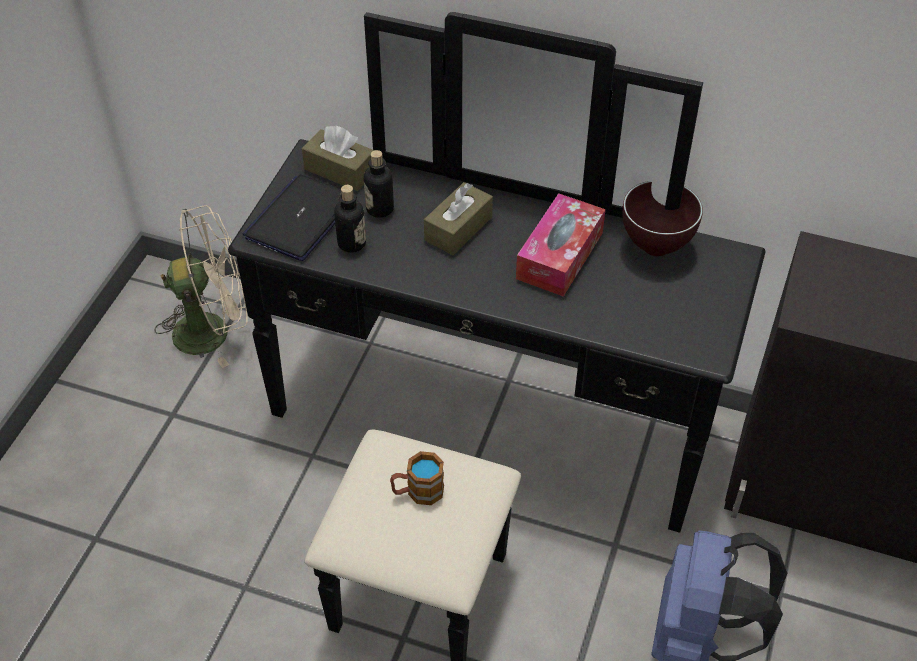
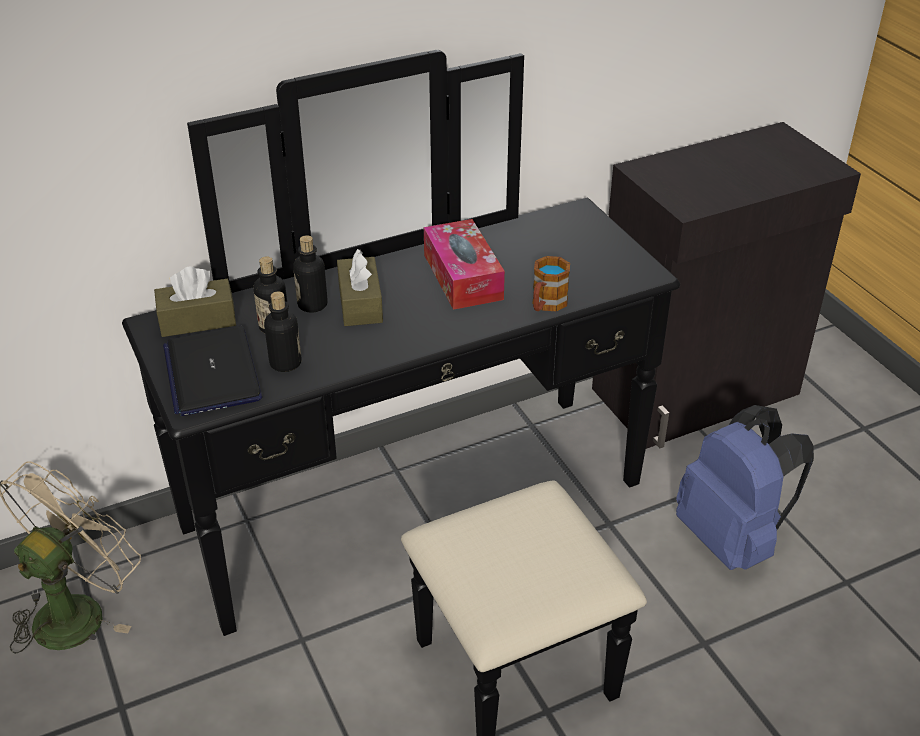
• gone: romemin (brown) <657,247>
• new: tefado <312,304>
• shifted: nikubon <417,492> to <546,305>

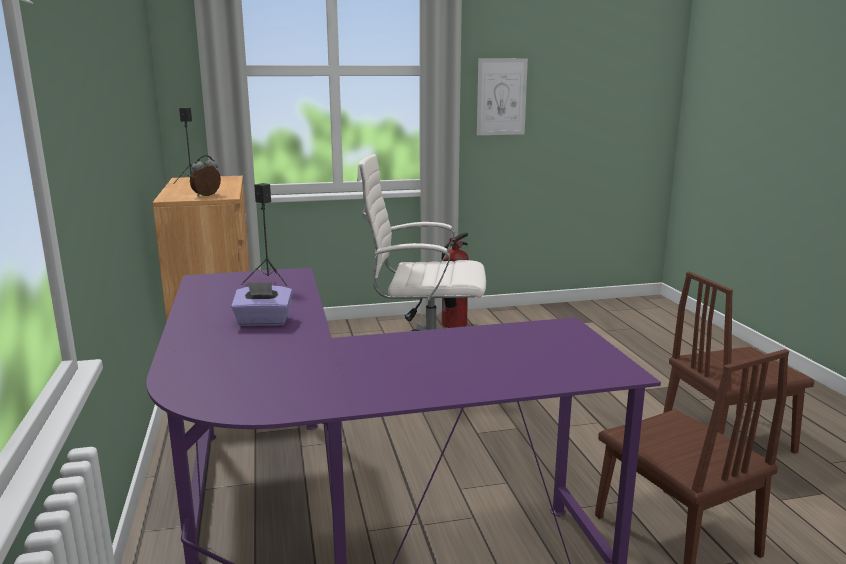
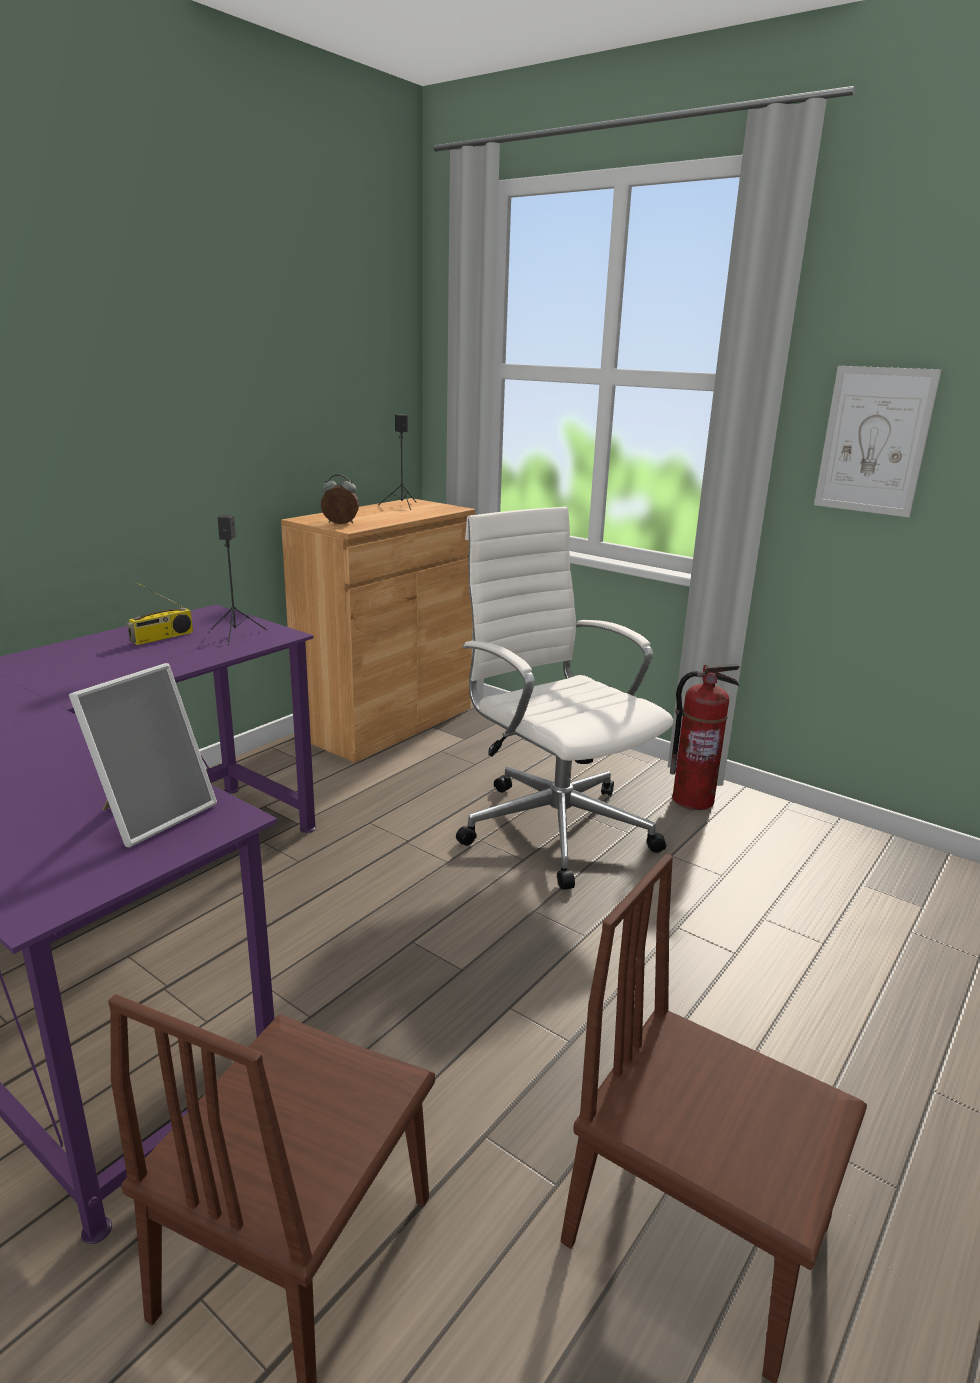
• gone: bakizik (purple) <263,322>
• new: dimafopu <152,814>
• new: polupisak <162,638>

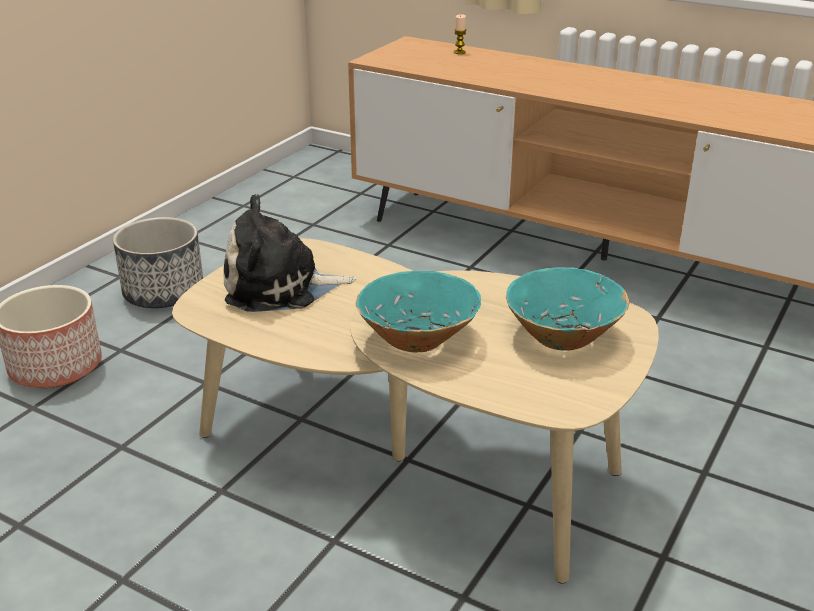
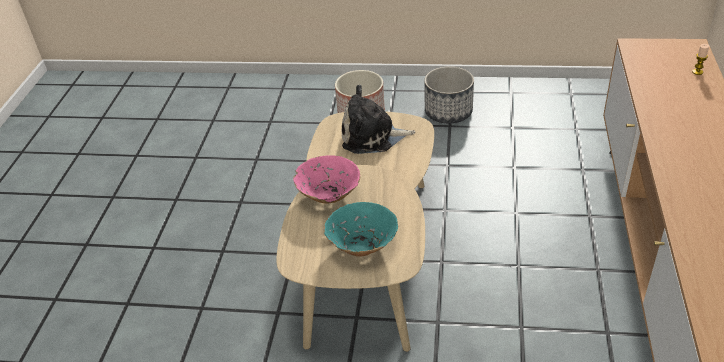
• repainted: romemin (turquoise) <417,339> to romemin (pink) <328,195>
• rotated: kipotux <280,287> = <372,136> 60 degrees counterclockwise

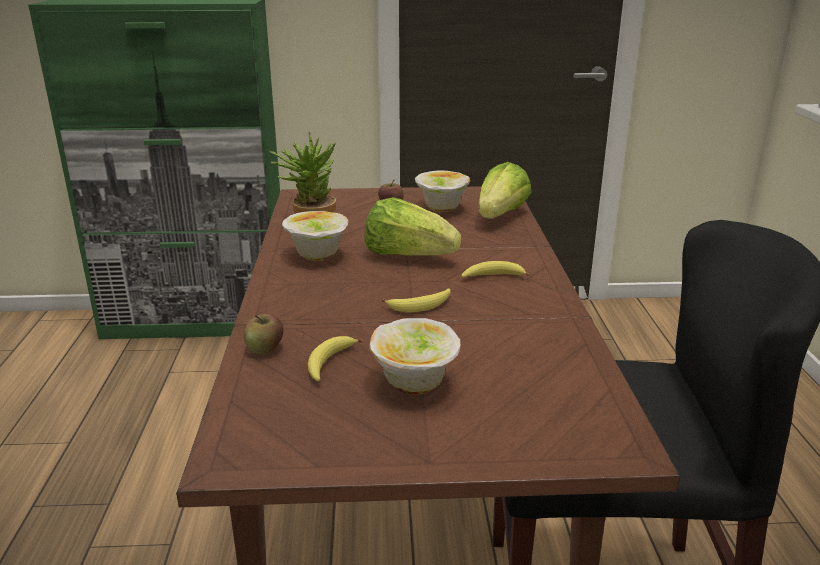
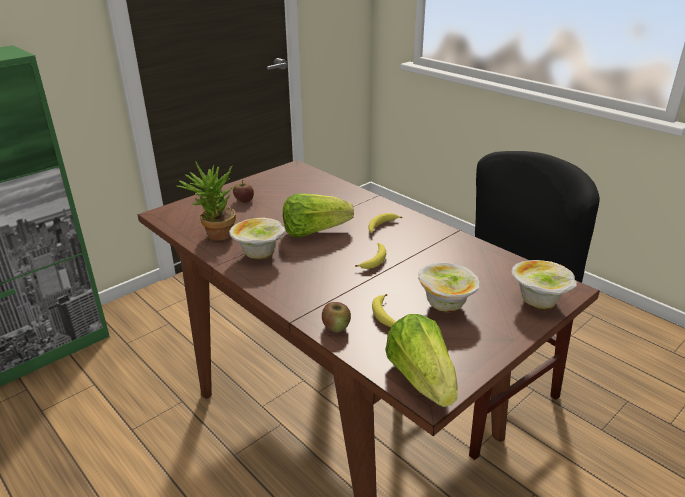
• shifted: romemin <441,209> to <538,303>
• shifted: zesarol <500,216> to <421,379>

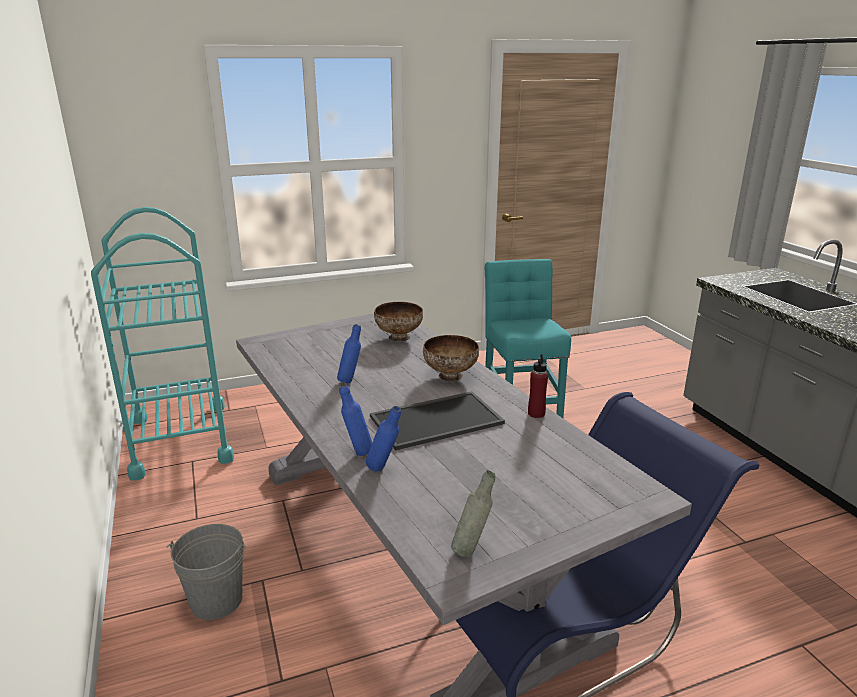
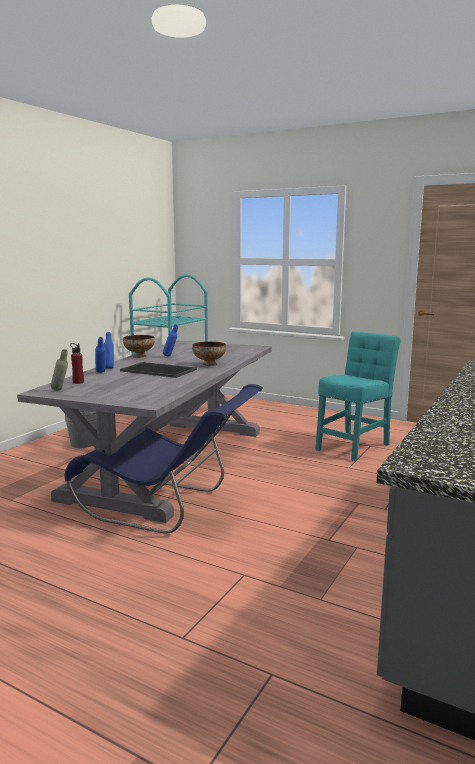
• shifted: romemin <398,337> to <139,356>
• shifted: tefado (red) <536,413> to <78,382>

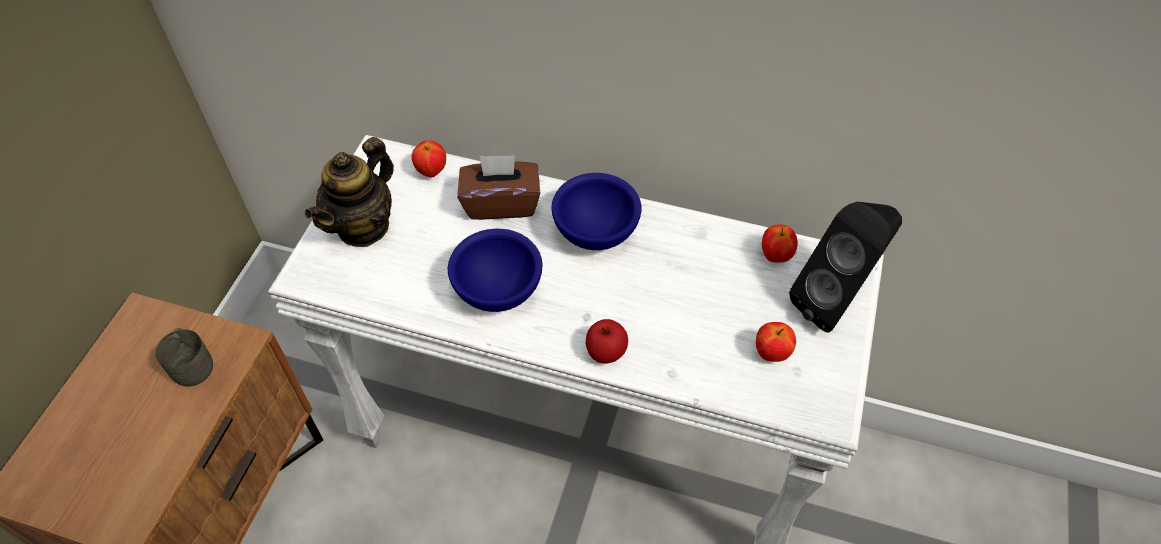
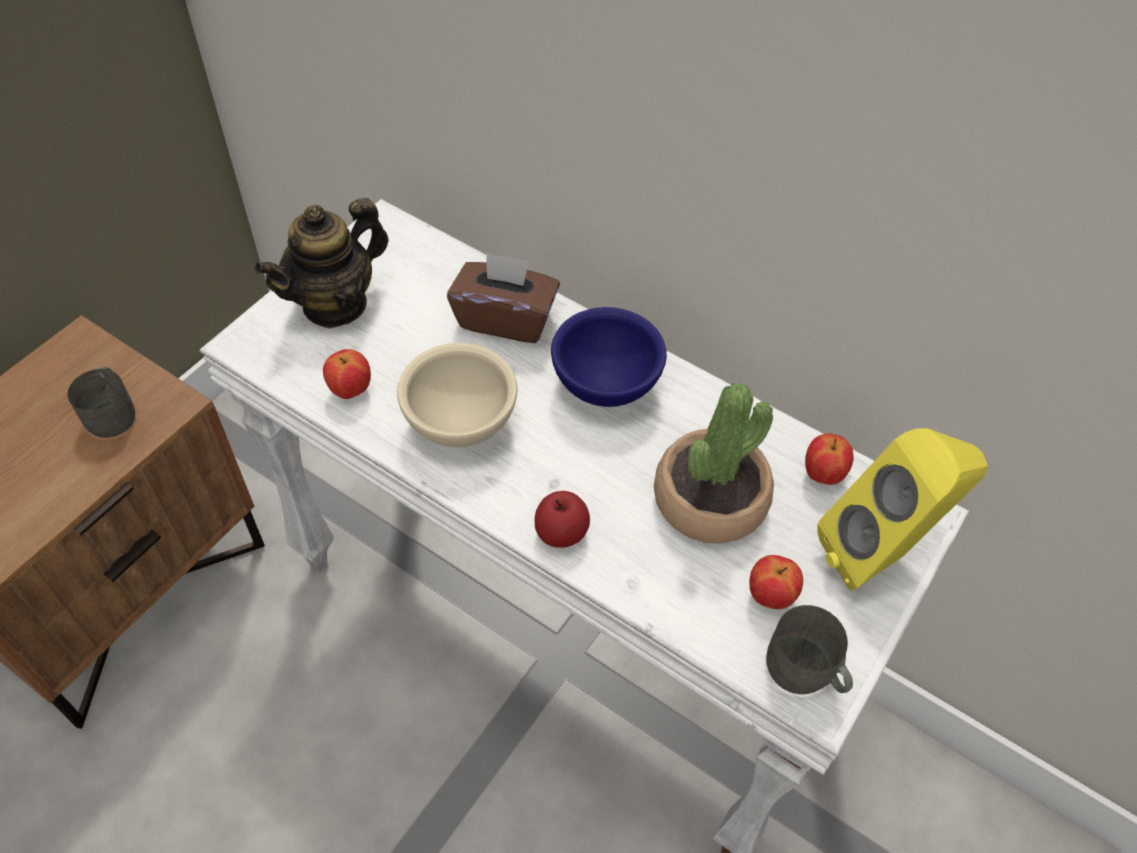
• new: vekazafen <710,500>
• new: nikubon (grey) <805,672>
• shifted: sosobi <431,171> to <350,390>
• repainted: romemin (blue) <497,290> to romemin (beige) <459,420>
• repainted: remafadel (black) <834,302> to remafadel (yellow) <878,554>

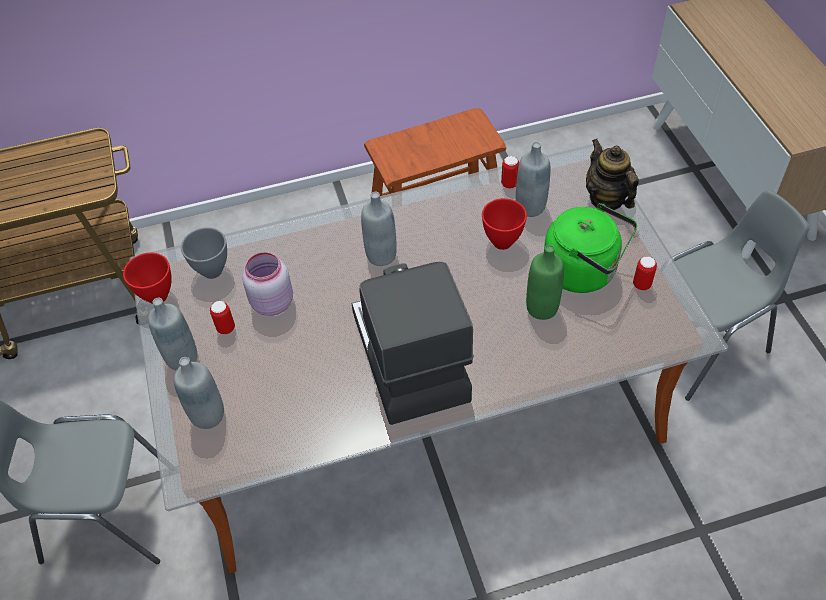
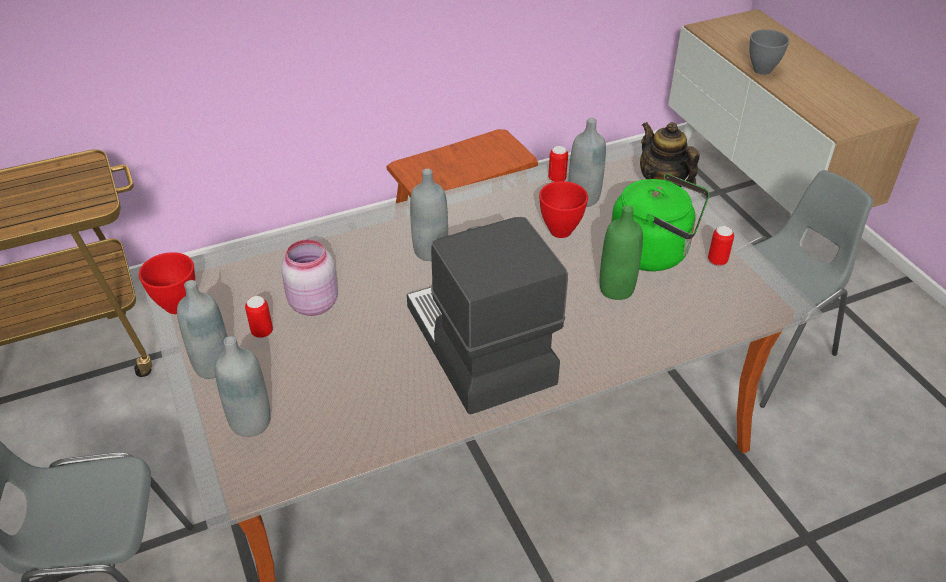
• shifted: romemin (grey) <212,270> to <761,70>

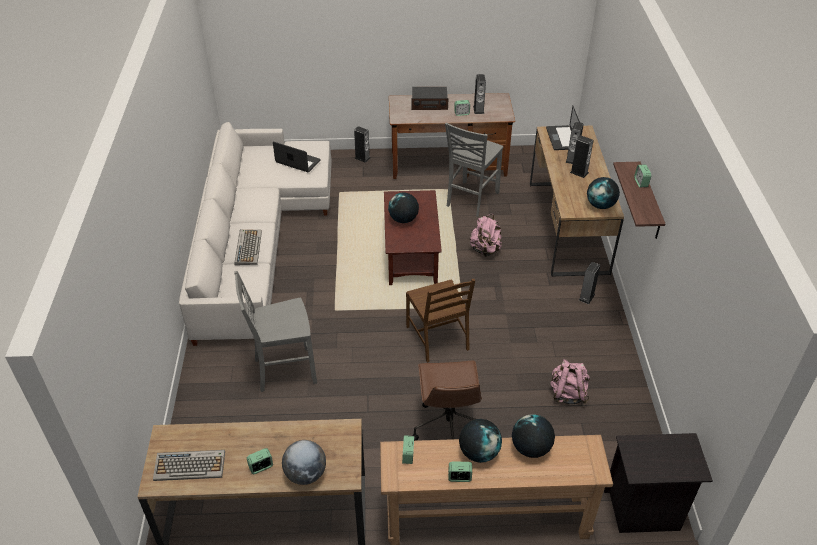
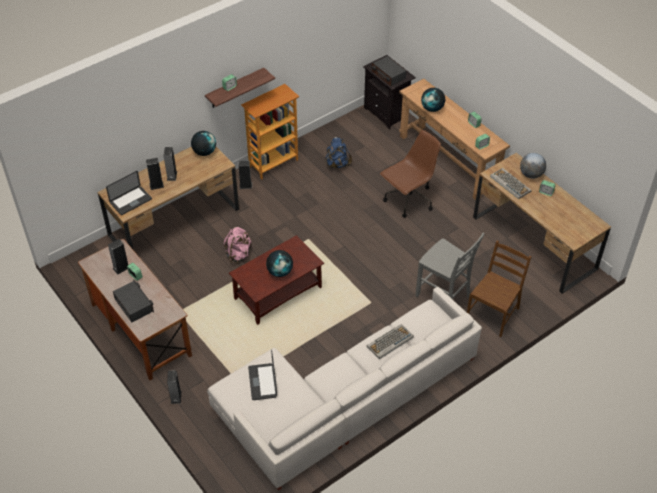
• gone: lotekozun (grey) <471,199>
• gone: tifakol <479,452>
• new: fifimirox <273,163>
• new: polupisak <388,75>
• shifted: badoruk <190,465> to <510,184>
• shifted: lotekozun (brown) <438,338> to <493,313>
• repainted: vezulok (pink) <567,393> to vezulok (blue) <337,164>

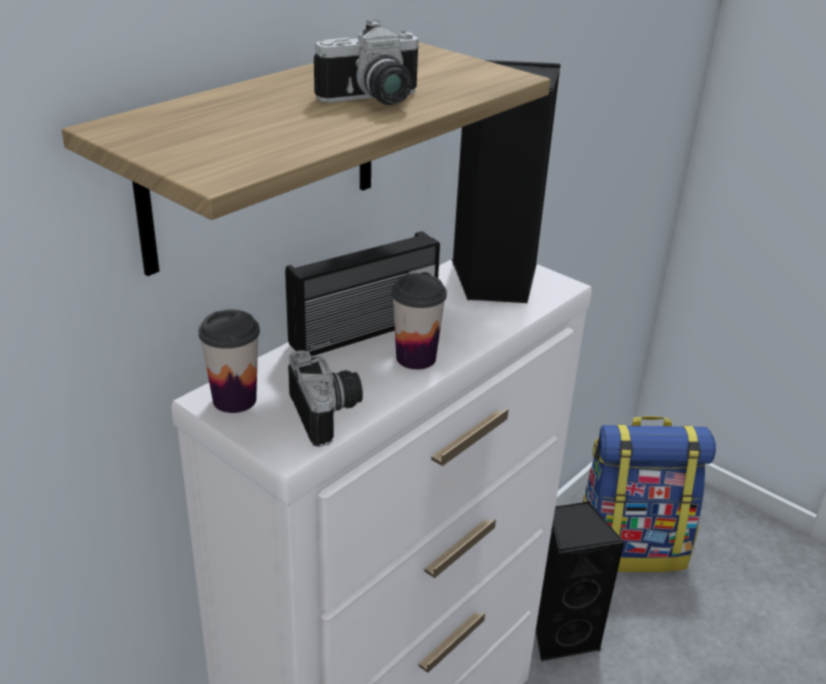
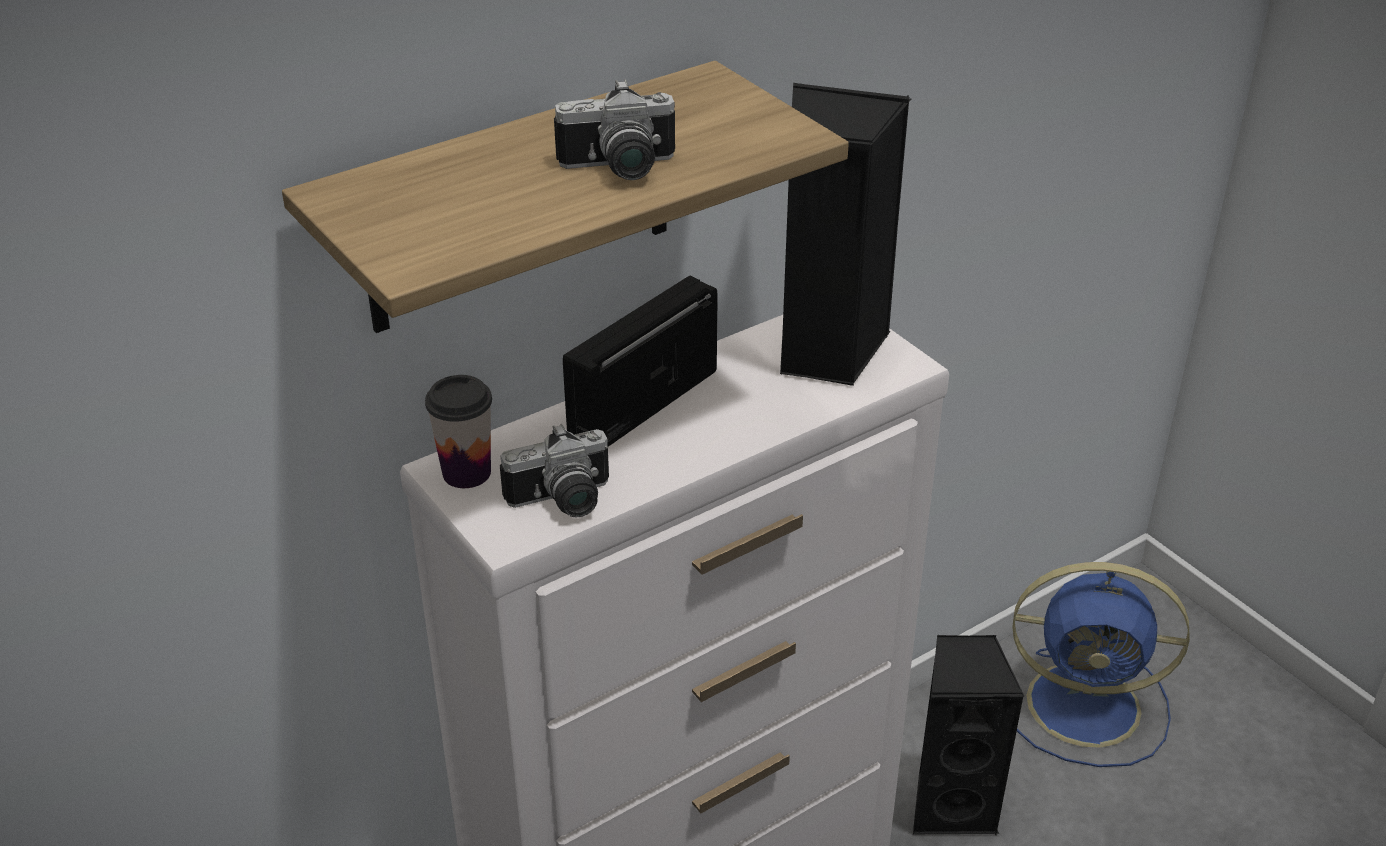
• gone: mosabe <416,358>
• swapped: vezulok <631,547> to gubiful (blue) <1089,705>
• rotated: polupisak <365,332> = <641,404> 150 degrees clockwise
• rotated: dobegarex <329,414> = <563,502> 75 degrees clockwise

